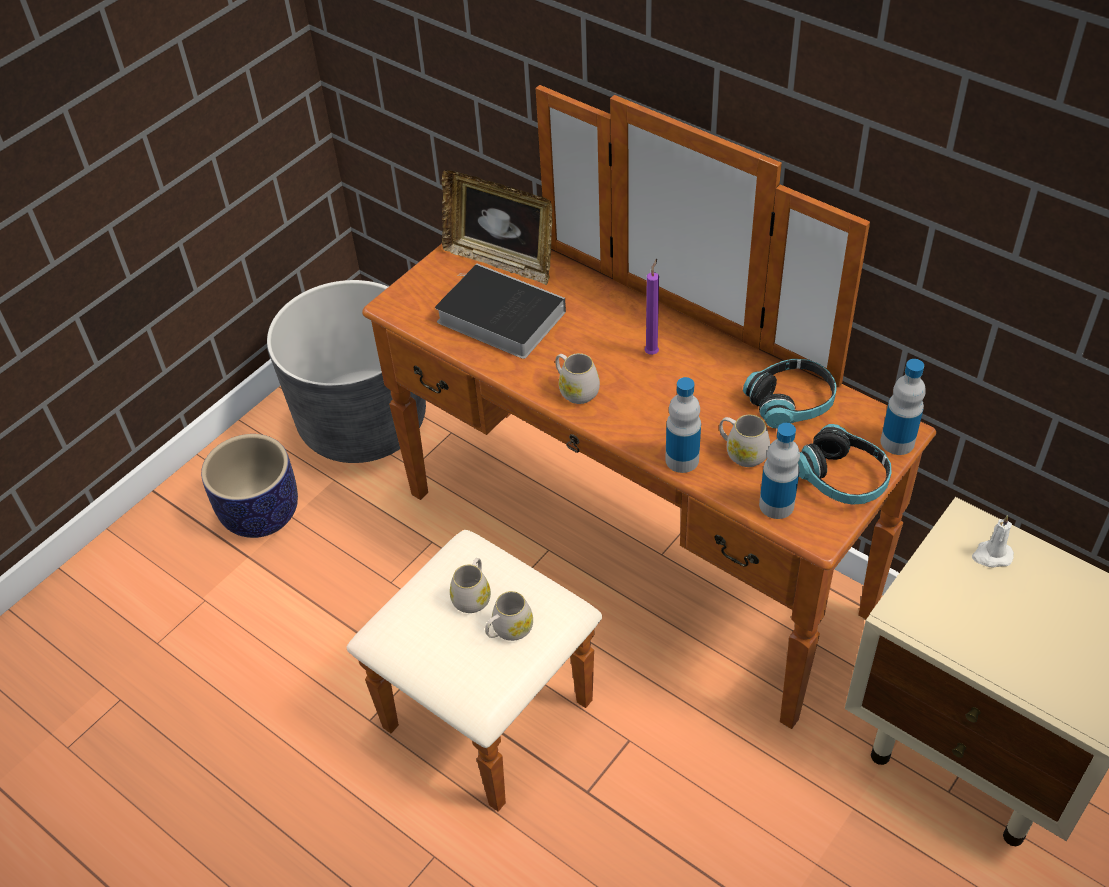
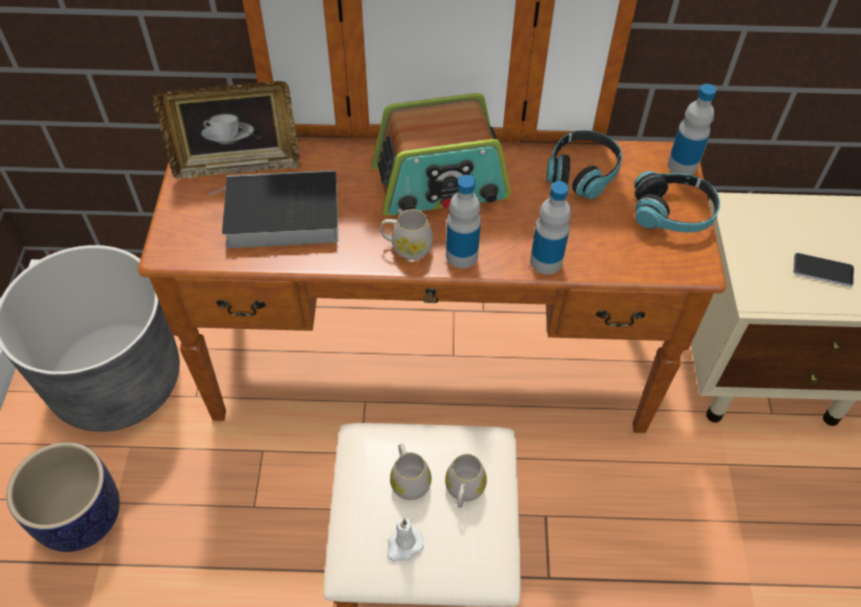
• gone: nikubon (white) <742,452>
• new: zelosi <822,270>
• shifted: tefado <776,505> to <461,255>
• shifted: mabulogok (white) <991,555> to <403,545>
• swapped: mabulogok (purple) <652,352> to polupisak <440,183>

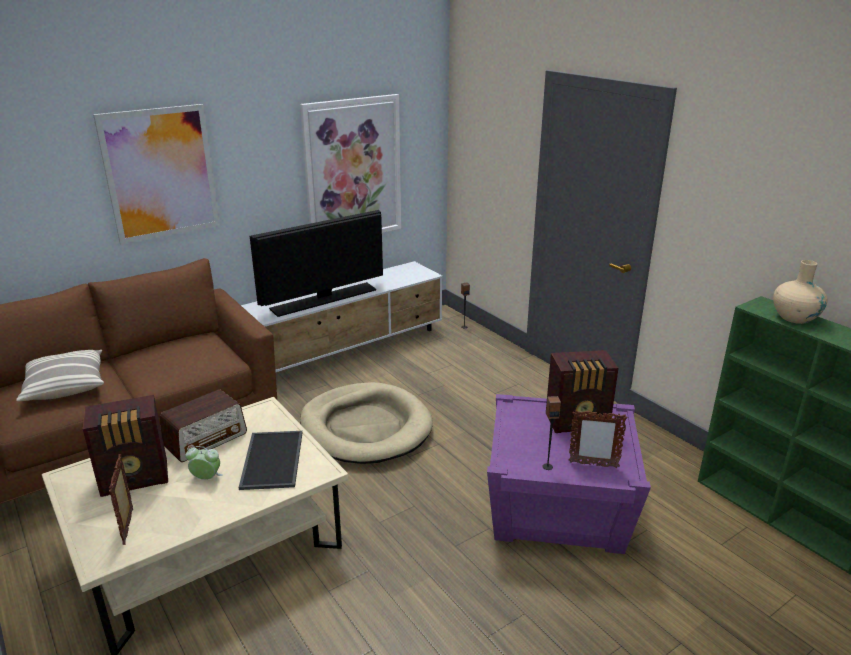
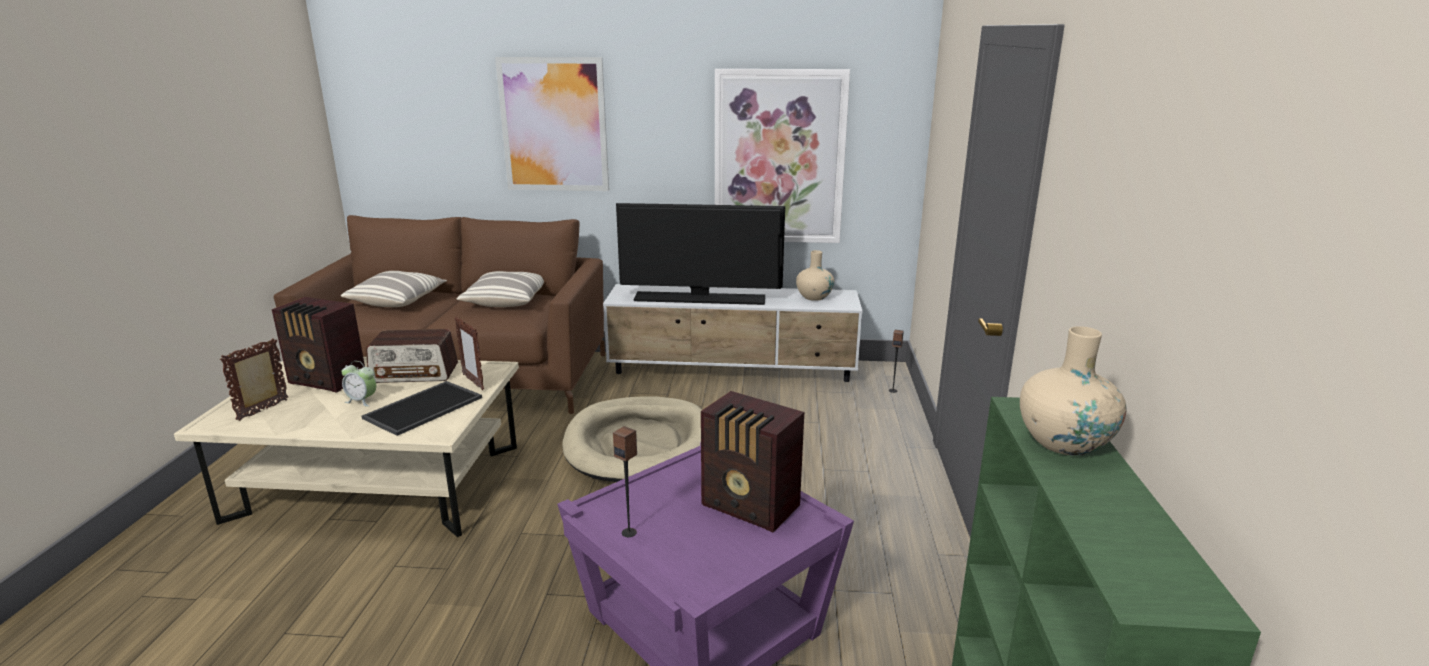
• new: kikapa <506,301>
• new: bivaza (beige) <814,297>
• shifted: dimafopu <593,464> to <473,382>
• rotated: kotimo <206,478> = <362,401> 150 degrees clockwise

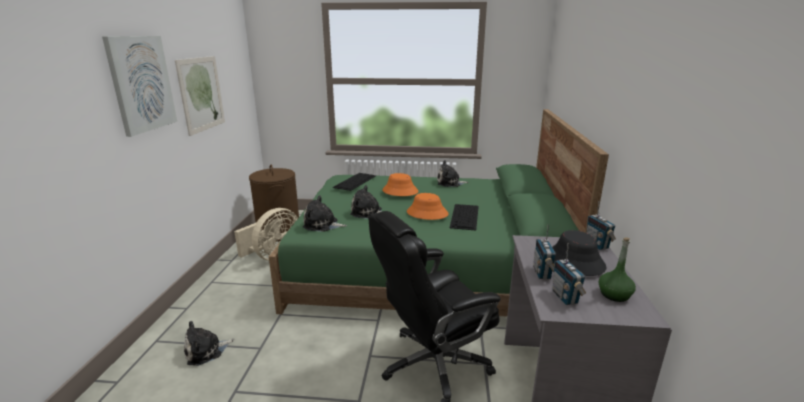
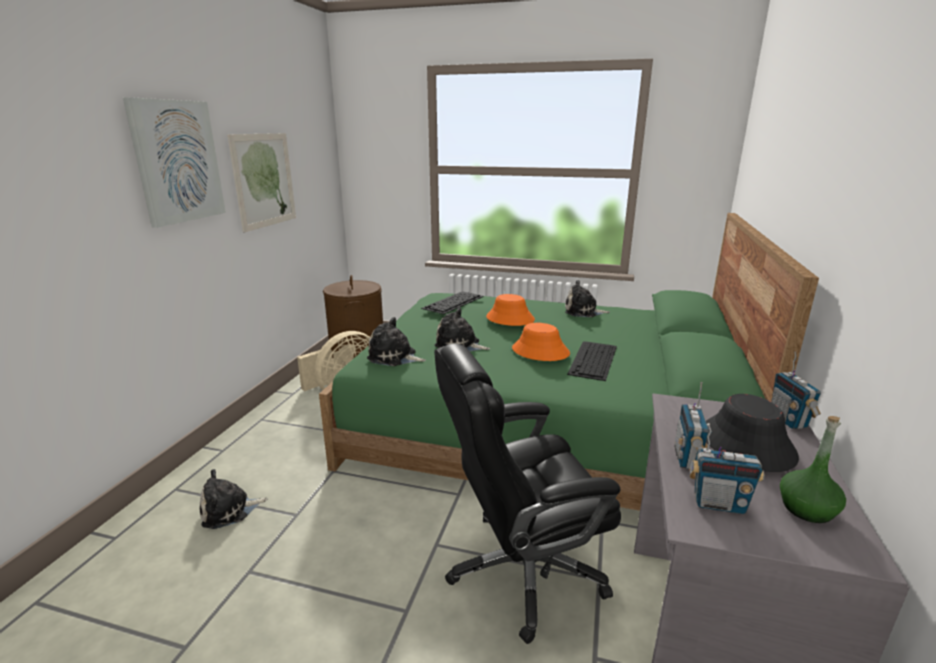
• rotated: polupisak <565,297> = <718,504> 75 degrees counterclockwise

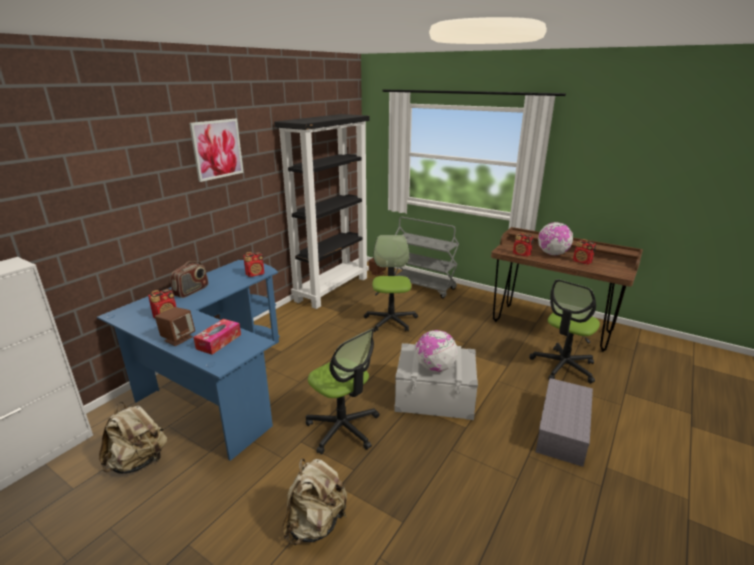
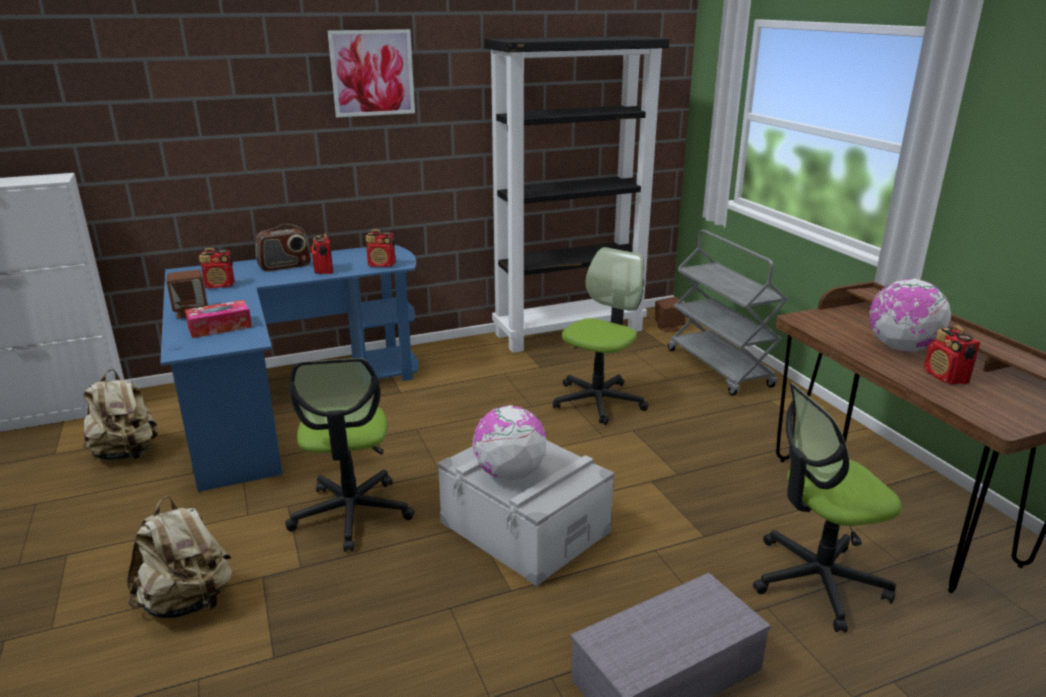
• shifted: polupisak <522,254> to <323,270>

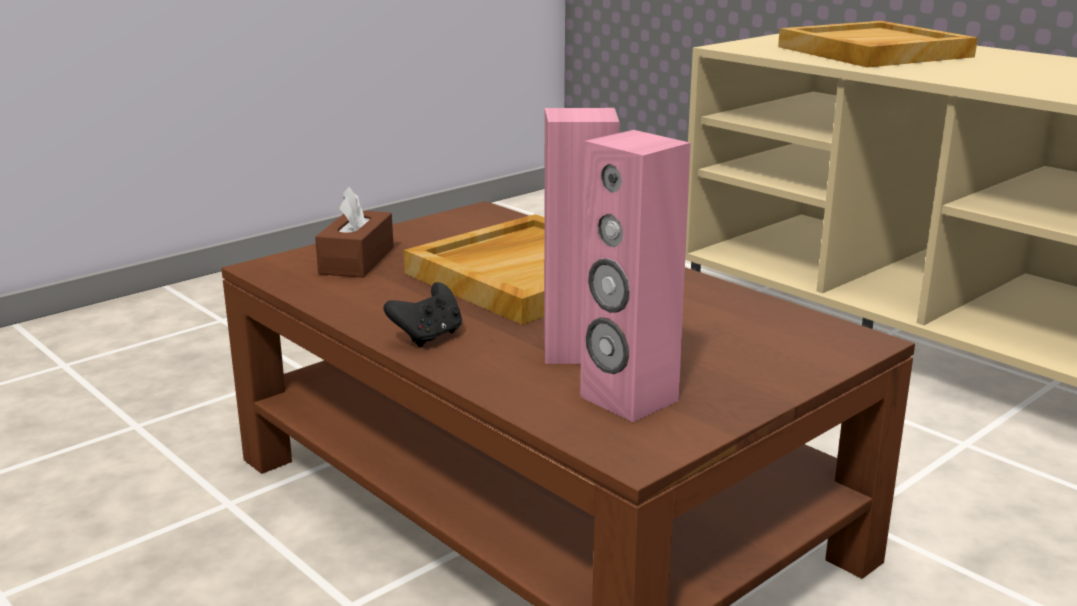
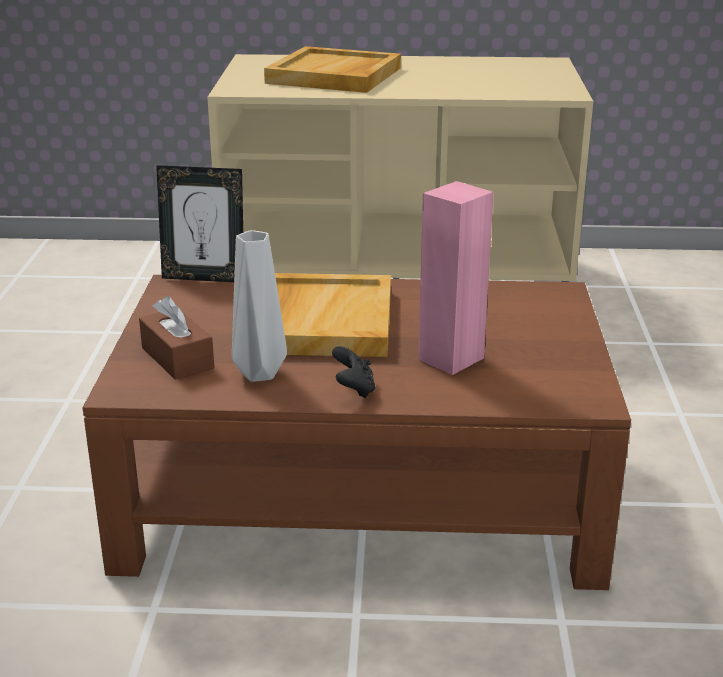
• gone: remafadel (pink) <628,399>
• new: dimafopu <204,277>
• new: bivaza (grey) <257,374>

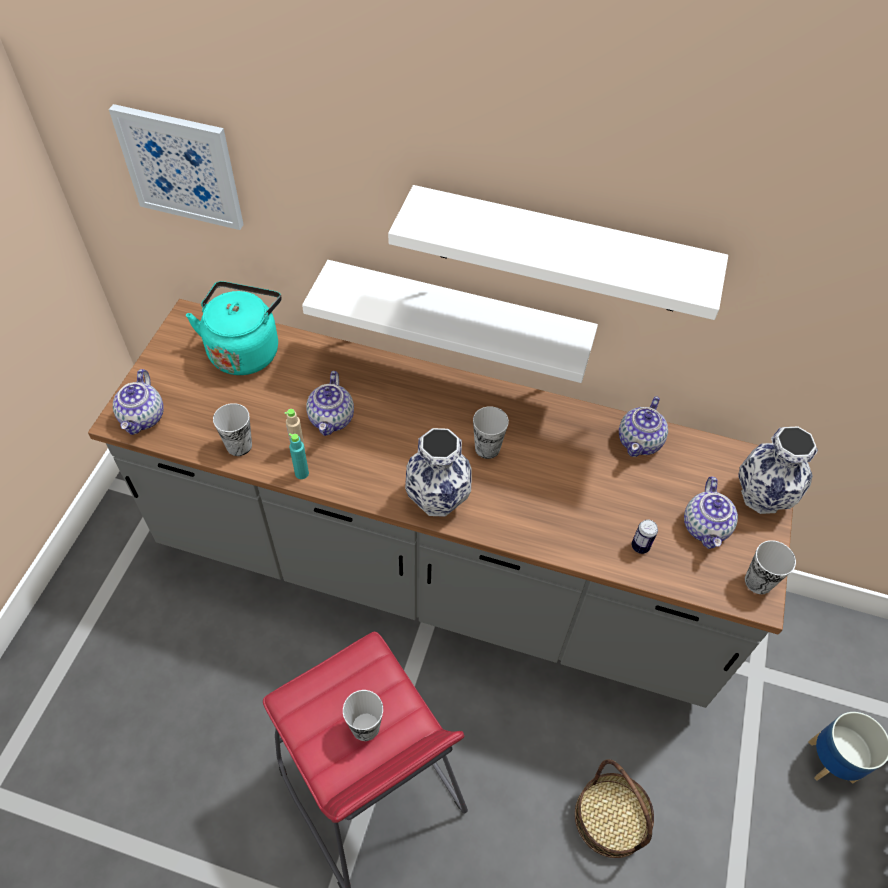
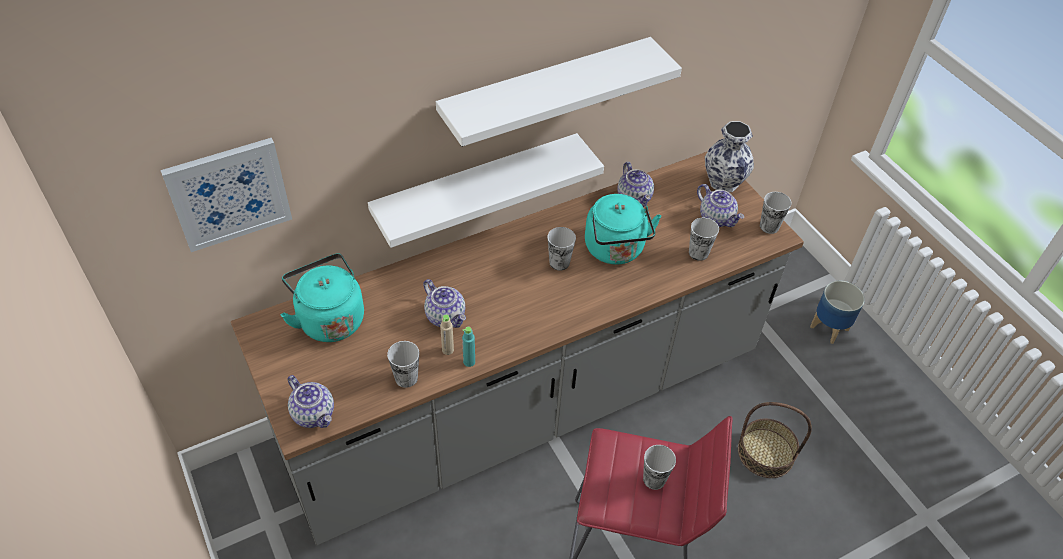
• gone: bivaza <437,500>
• new: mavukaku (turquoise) <615,250>
• swapped: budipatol <640,546> to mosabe <698,253>

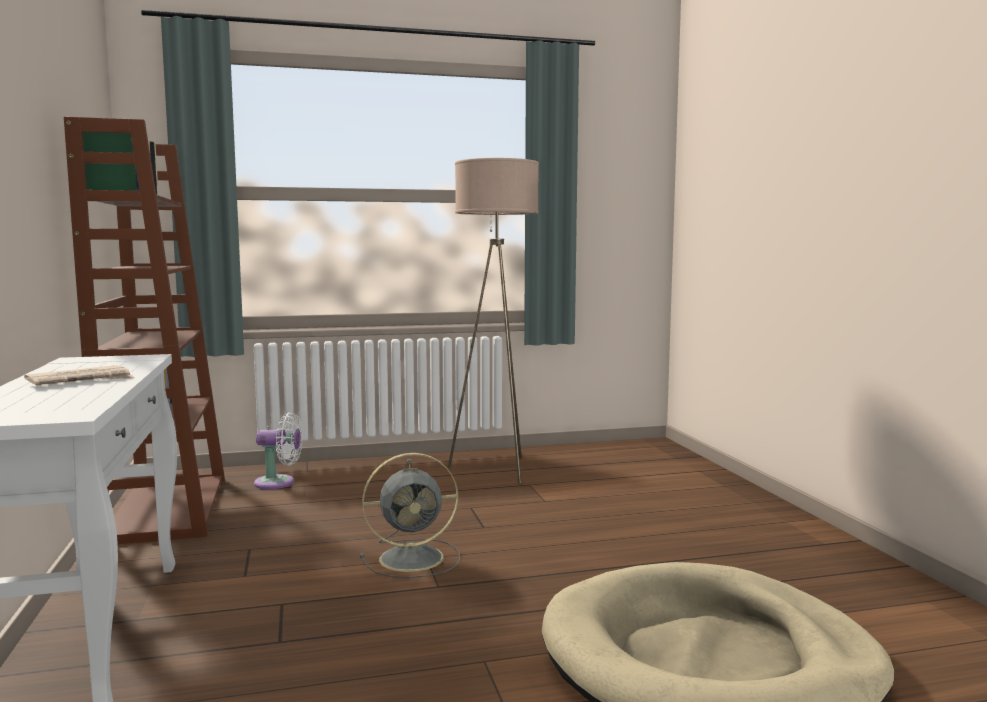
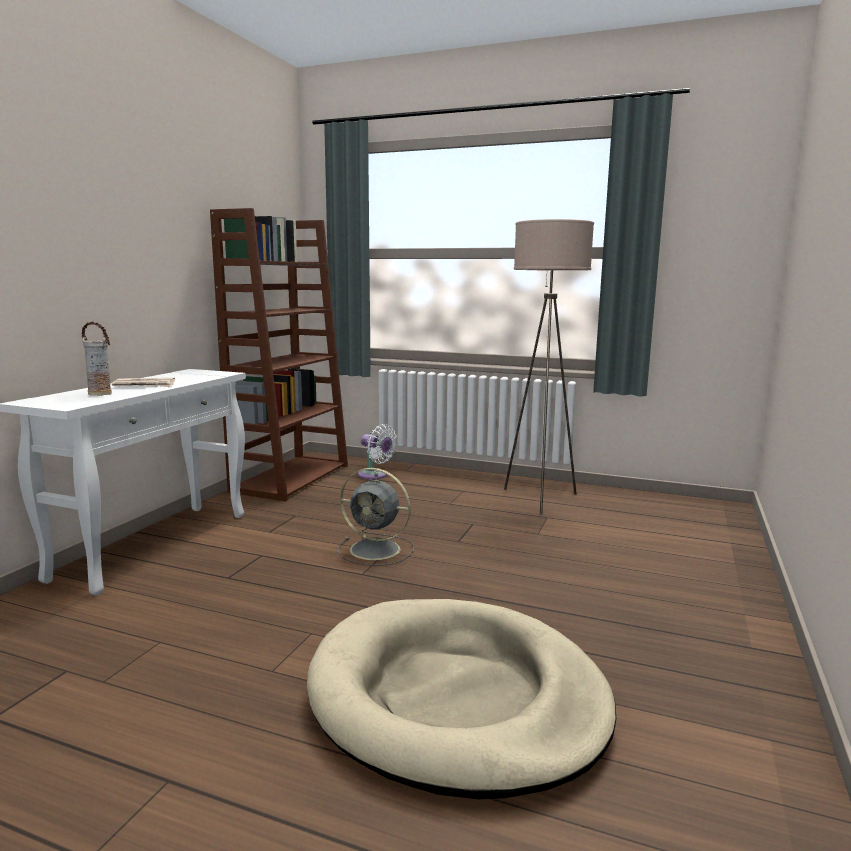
• new: bivaza <100,394>

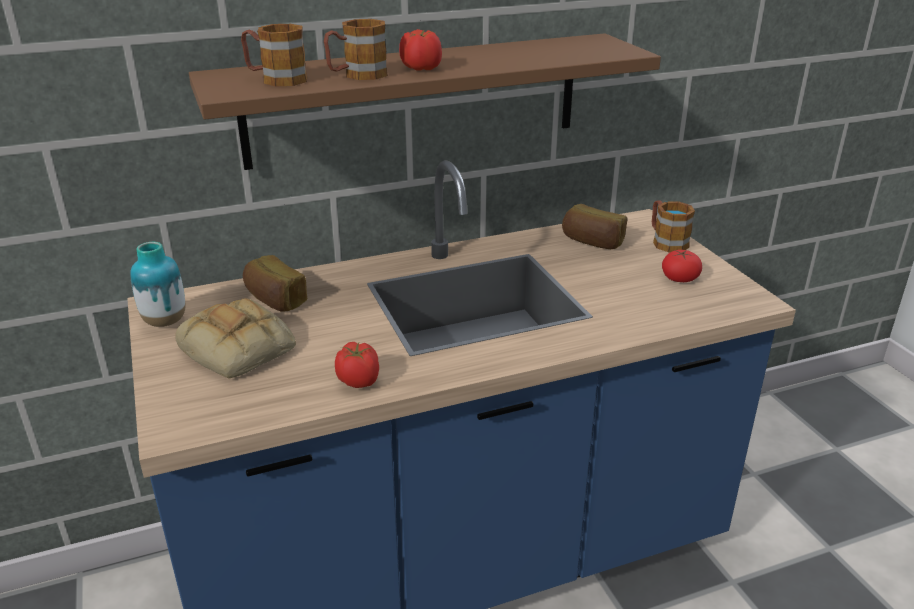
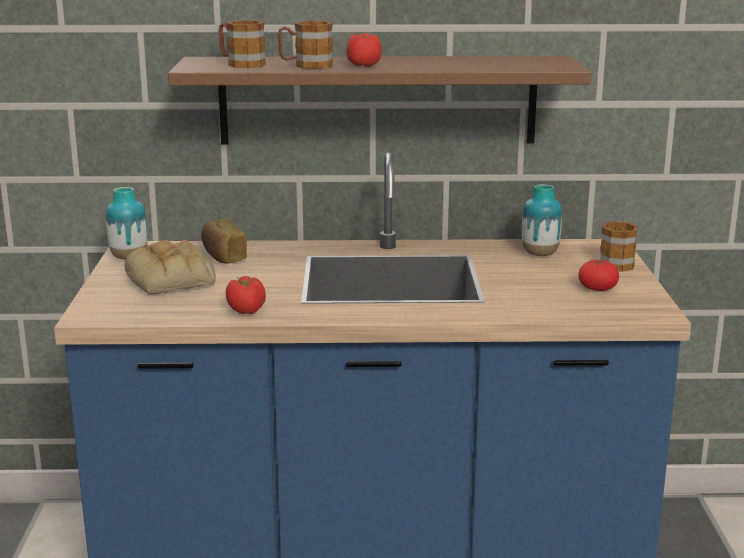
• swapped: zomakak <592,242> to bivaza <540,254>

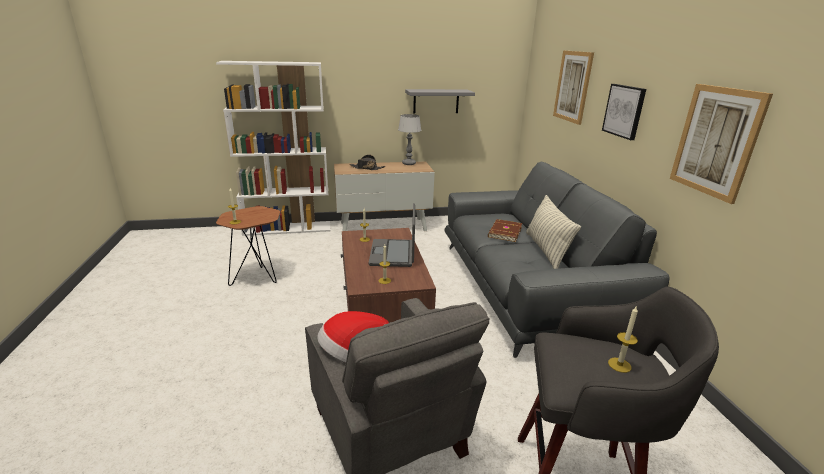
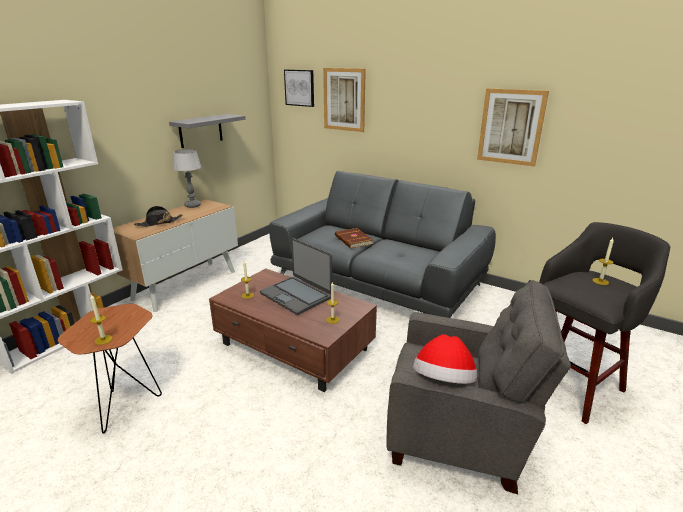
• gone: kikapa <546,250>
• shifted: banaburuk <624,111> to <299,88>

